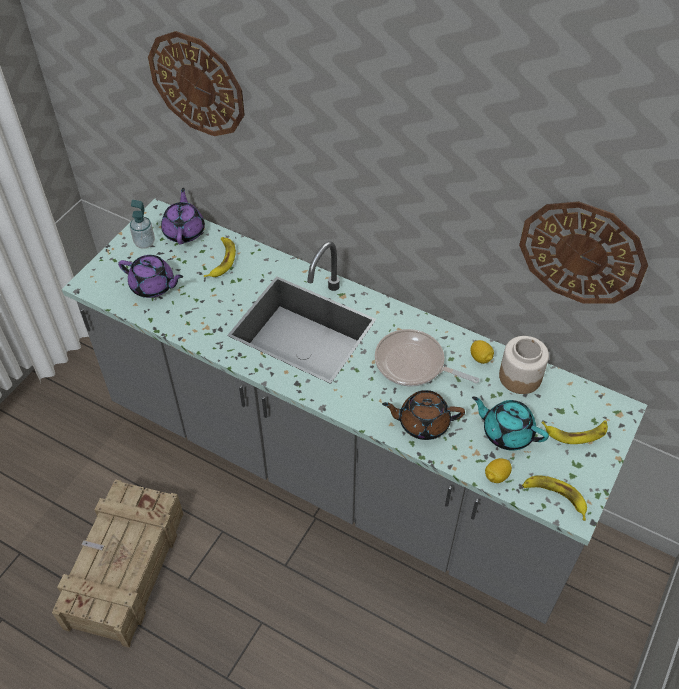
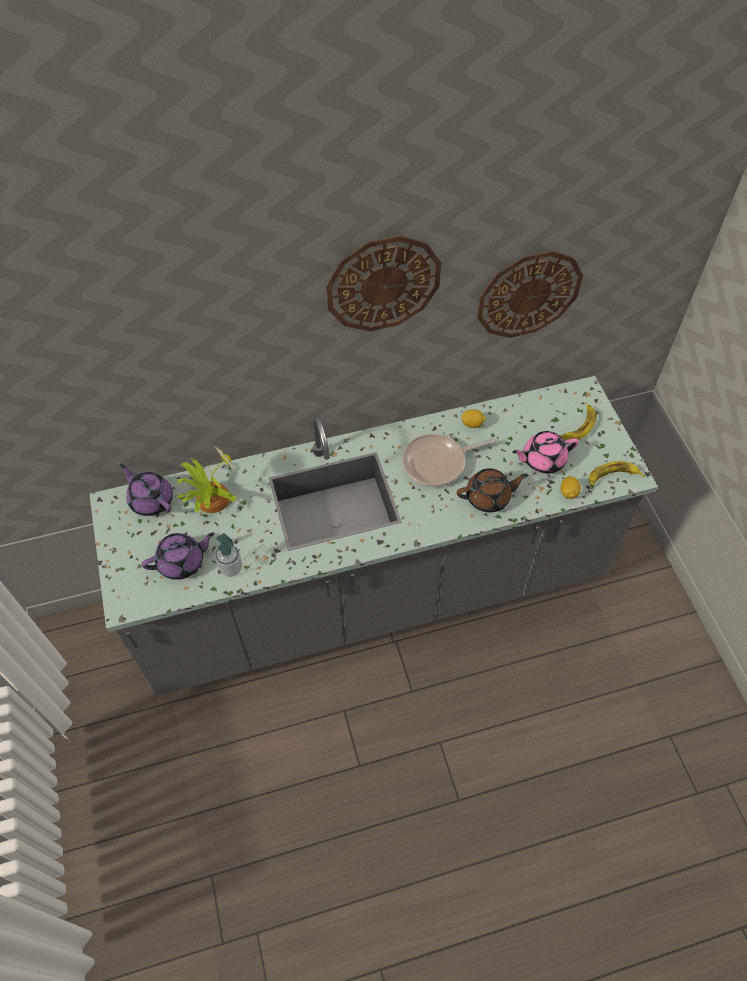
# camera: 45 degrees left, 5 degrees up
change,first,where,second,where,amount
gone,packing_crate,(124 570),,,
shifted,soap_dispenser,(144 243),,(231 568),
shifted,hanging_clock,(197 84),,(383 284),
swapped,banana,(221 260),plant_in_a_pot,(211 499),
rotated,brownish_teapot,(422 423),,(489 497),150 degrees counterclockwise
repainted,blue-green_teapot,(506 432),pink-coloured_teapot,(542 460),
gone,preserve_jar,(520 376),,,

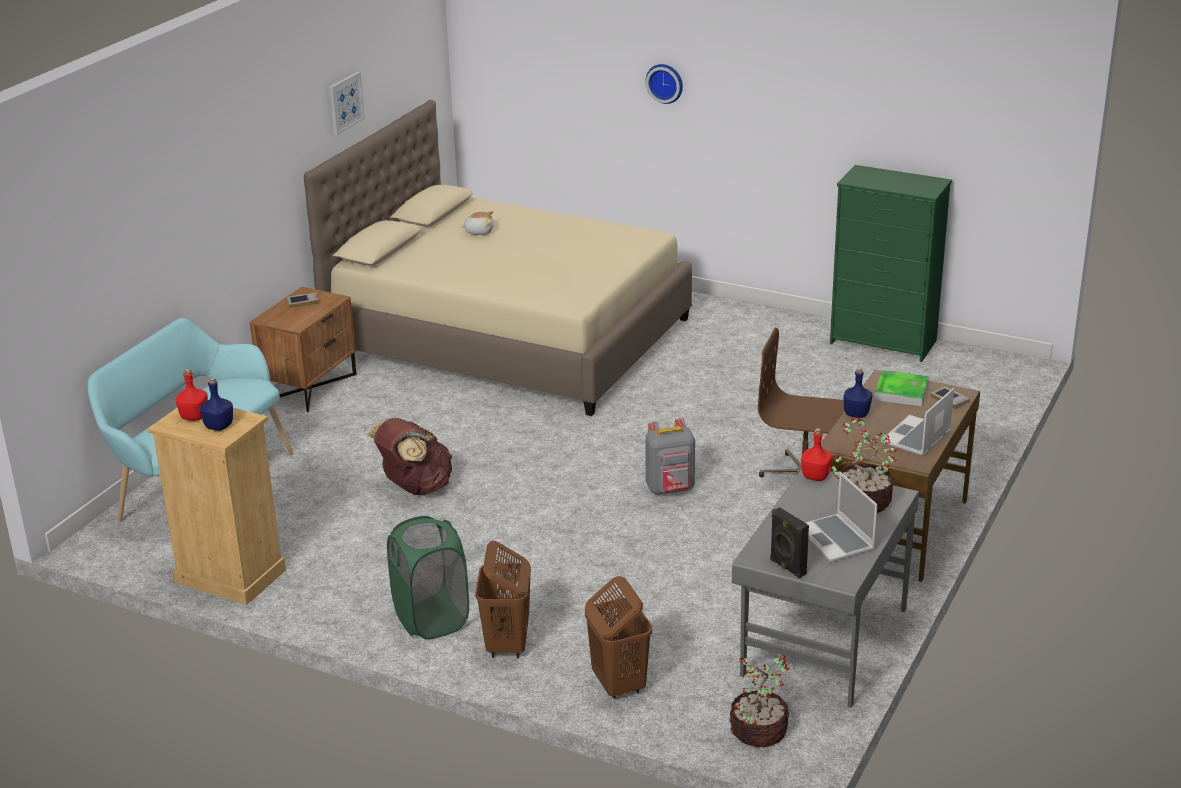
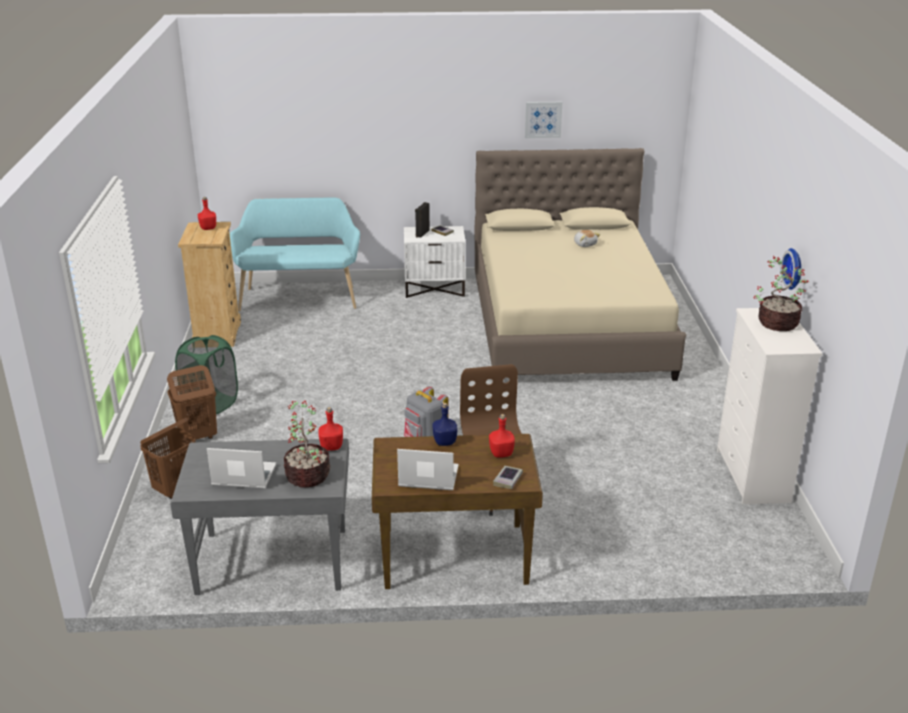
# camera: 60 degrees right, 0 degrees up
change,first,where,second,where,amount
gone,blue-coloured_drink_bottle,(219 426),,,
repainted,brownish_nightstand,(310 387),whitish_nightstand,(435 289),
gone,brownish_backpack,(415 487),,,
shifted,hanging_clock,(665 82),,(795 268),
shifted,plant_in_a_pot,(757 732),,(776 323),
shifted,black-coloured_audio_speaker,(787 567),,(422 233),
rotated,portable_computer,(836 540),,(243 476),60 degrees clockwise
repainted,greenish_chest_of_drawers,(884 342),whitish_chest_of_drawers,(752 476),
swapped,tray,(901 392),red_drink_bottle,(500 453),

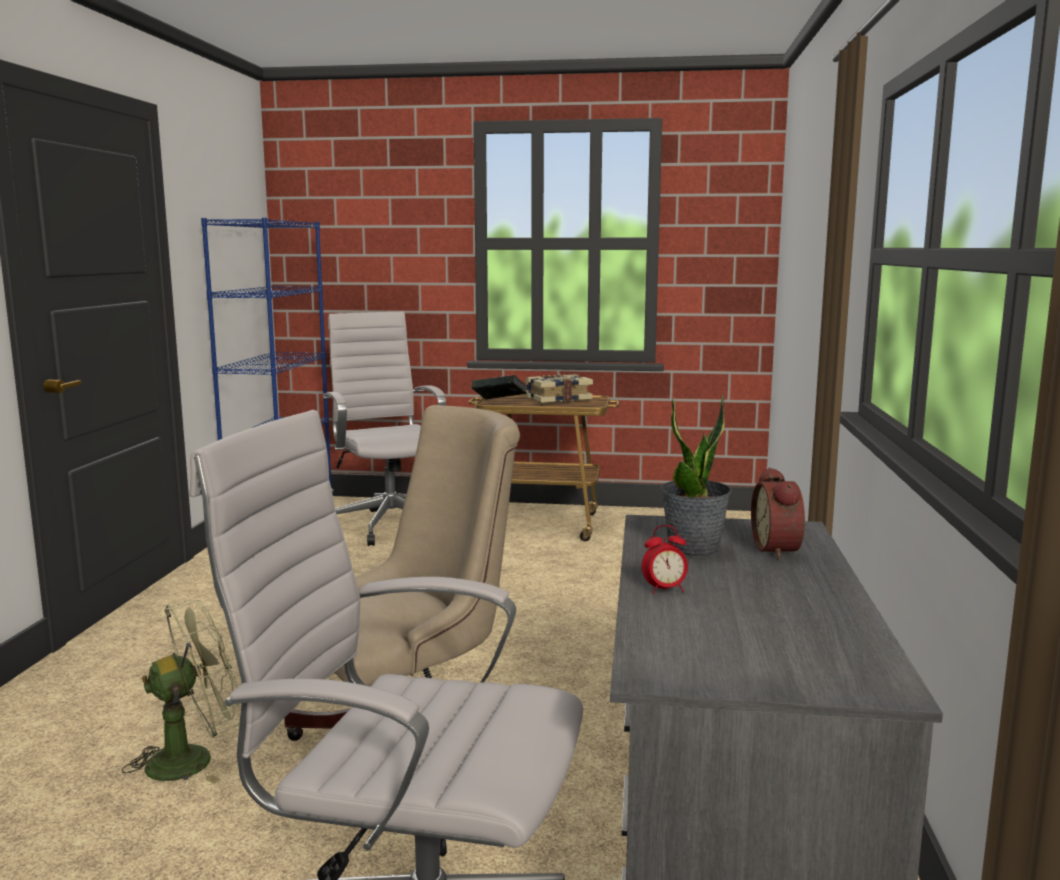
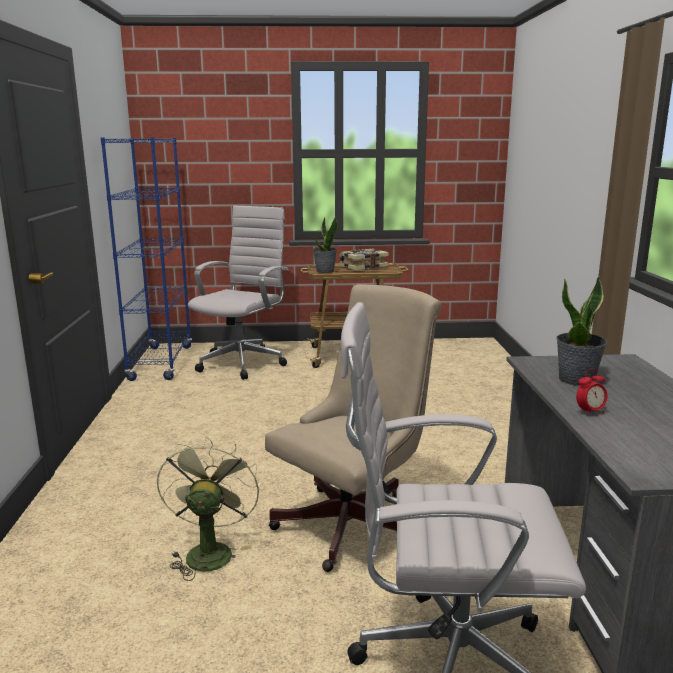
# camera: 10 degrees left, 5 degrees up
change,first,where,second,where,amount
rotated,greenish_cooling_fan,(193 758),,(209 551),45 degrees counterclockwise
rotated,whitish_computer_chair,(389 524),,(244 362),60 degrees clockwise
swapped,volume,(499 402),plant_in_a_pot,(325 271),
gone,bedside_clock,(779 549),,,

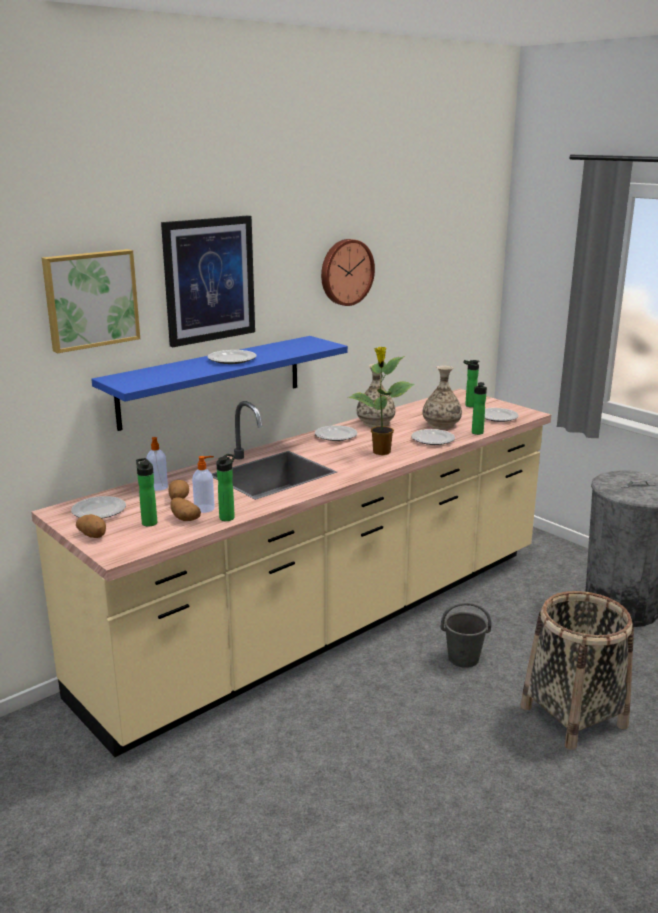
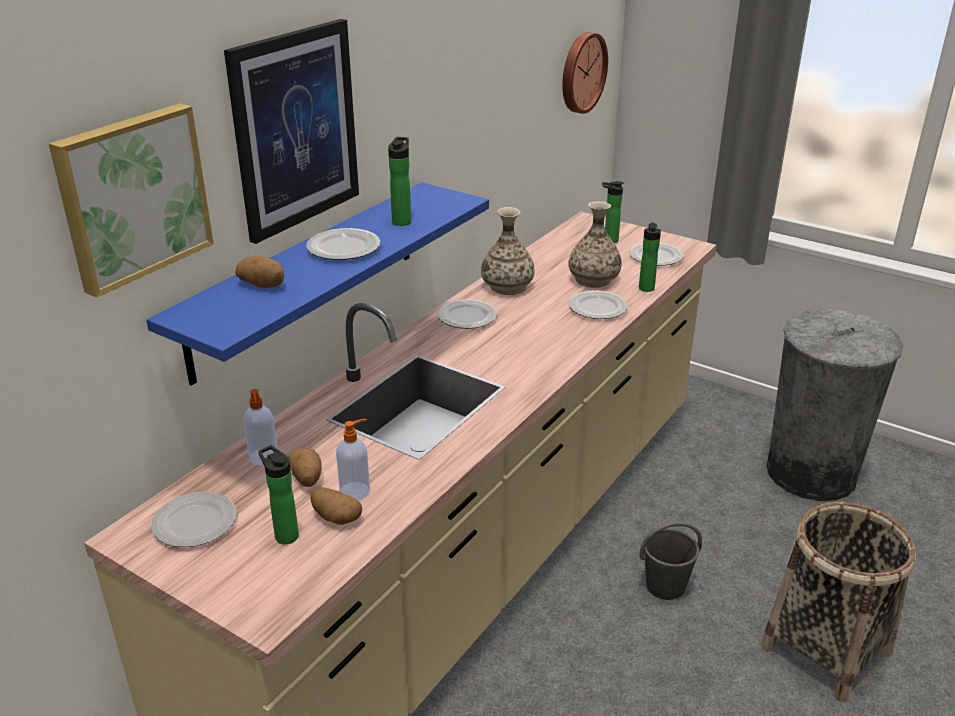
# camera: 15 degrees left, 10 degrees up
change,first,where,second,where,amount
shifted,whole_potato,(93 535),,(263 285),
shifted,drink_bottle,(228 517),,(402 221),
shifted,hanging_clock,(345 272),,(581 72),
gone,plant_in_a_pot,(381 452),,,

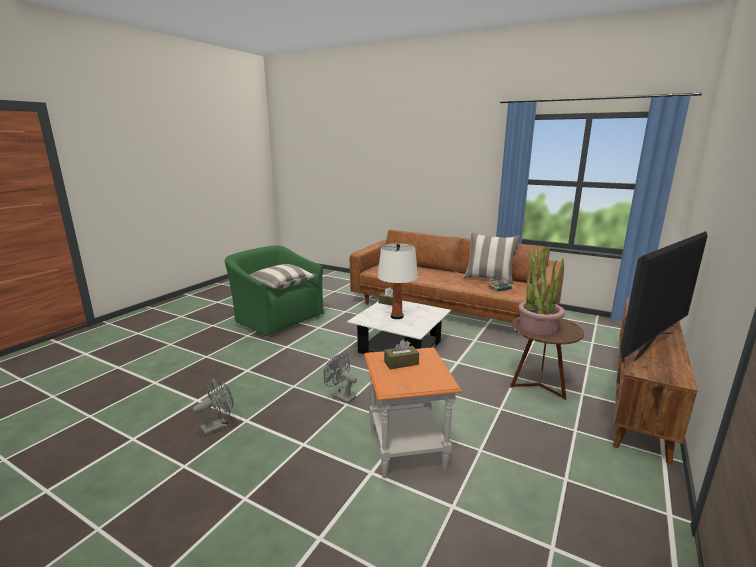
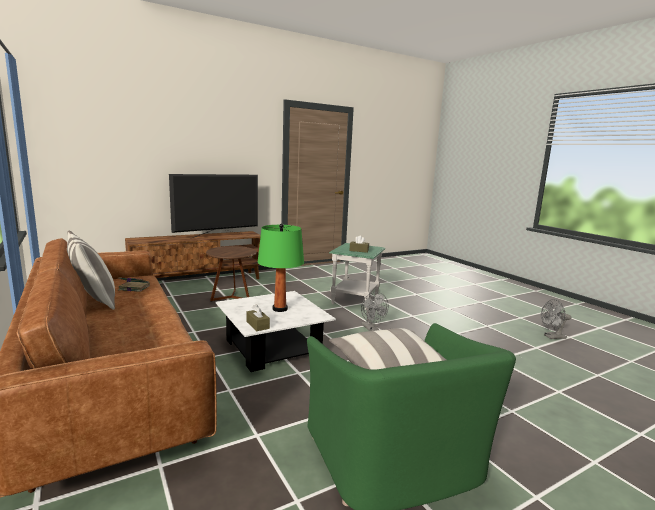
# camera: 150 degrees left, 5 degrees down
change,first,where,second,where,amount
shifted,grey_cooling_fan,(219 426),,(552 337),
repainted,orangey_end_table,(407 450),greenish_end_table,(355 300),
repainted,whitish_lamp_for_a_table,(397 316),greenish_lamp_for_a_table,(280 309),
gone,plant_in_a_pot,(538 327),,,
rotated,TV,(653 345),,(217 236),150 degrees clockwise

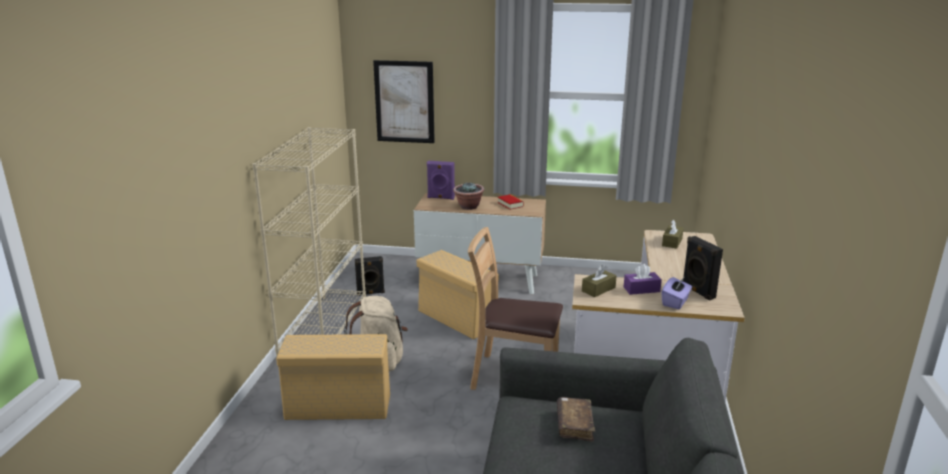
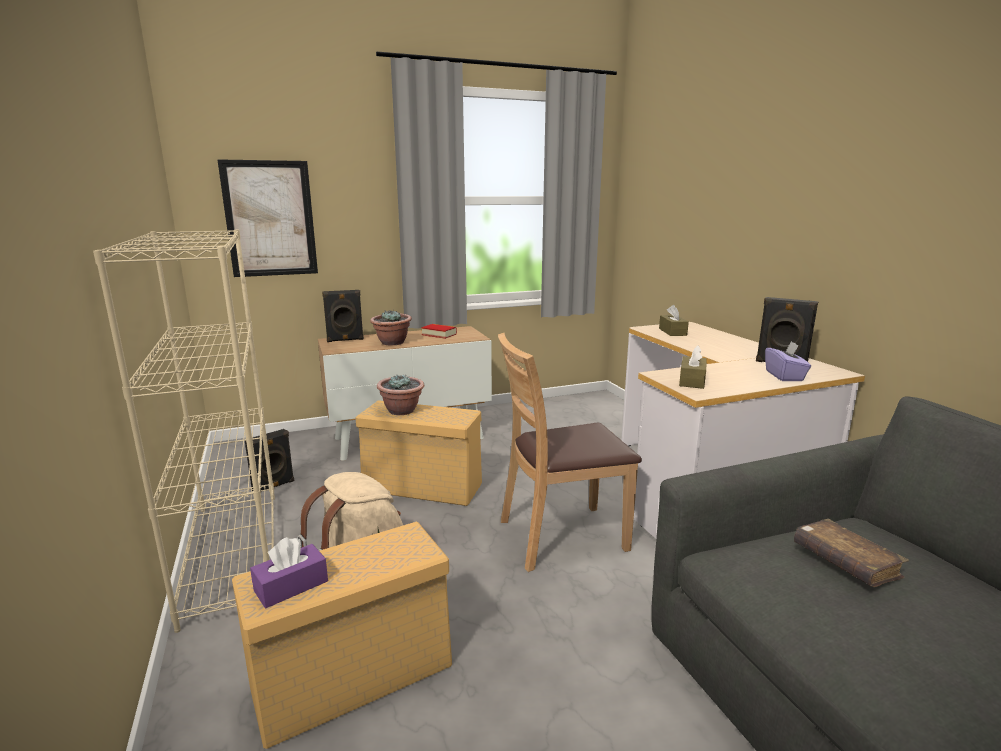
# camera: 30 degrees left, 5 degrees down
change,first,where,second,where,amount
repainted,purplish_audio_speaker,(441 198),black-coloured_audio_speaker,(345 340),
shifted,purplish_tissue_box,(641 289),,(291 586),
new,,,plant_in_a_pot,(402 411),

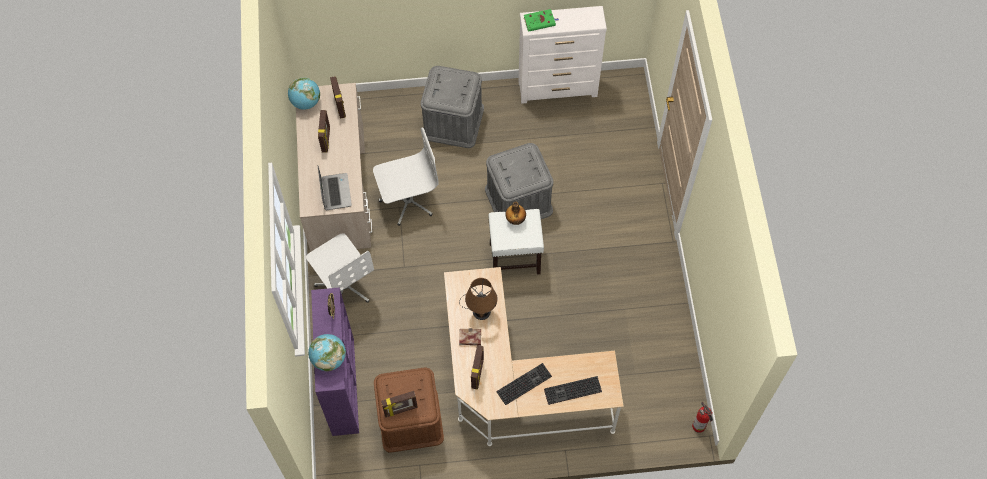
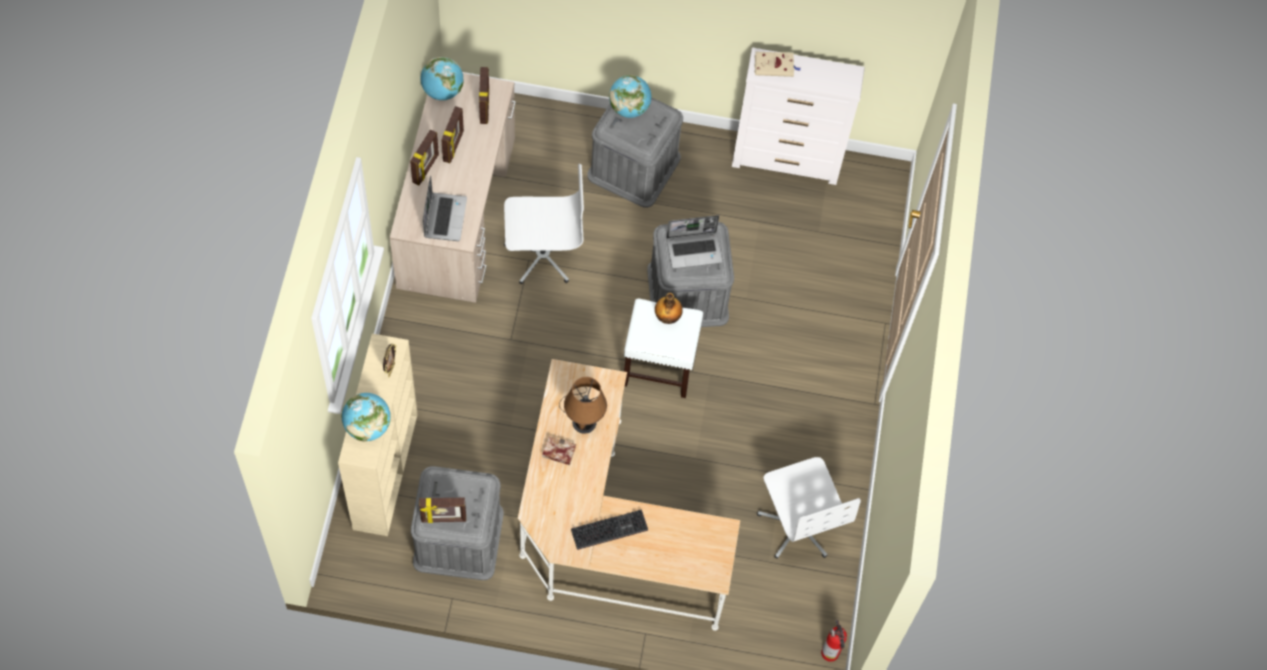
# camera: 10 degrees right, 0 degrees up
change,first,where,second,where,amount
shifted,whitish_computer_chair,(345 285),,(798 525),
repainted,purplish_shelving_unit,(343 385),beige_shelving_unit,(385 470),
repainted,brownish_storage_bin,(410 419),grey_storage_bin,(458 538),
shifted,standing_frame,(478 373),,(426 169),
repainted,greenish_volume,(540 21),beige_volume,(775 66),
gone,computer_keyboard,(572 392),,,
new,,,globe,(629 108),
new,,,portable_computer,(694 250),

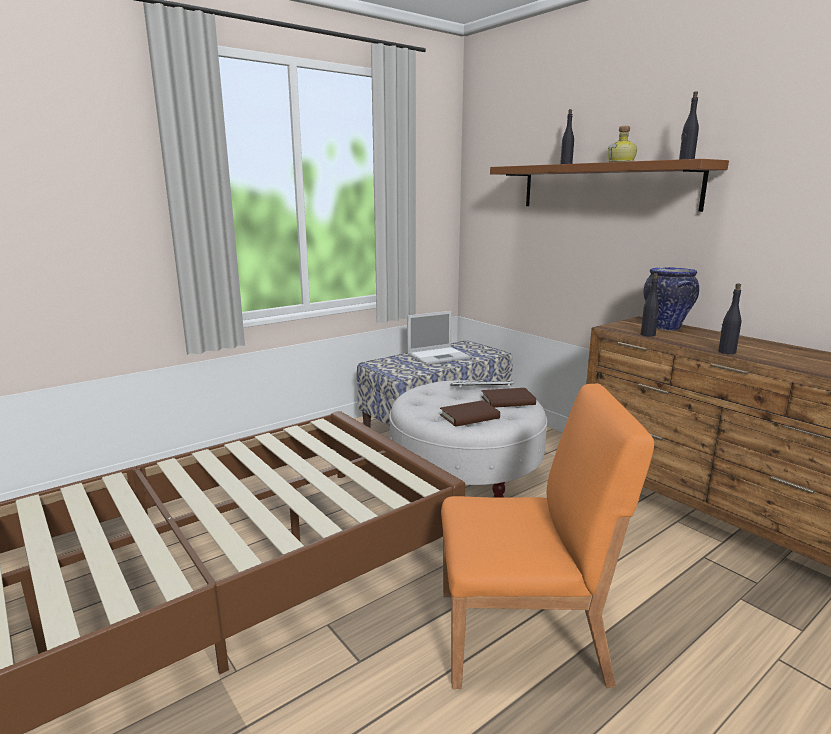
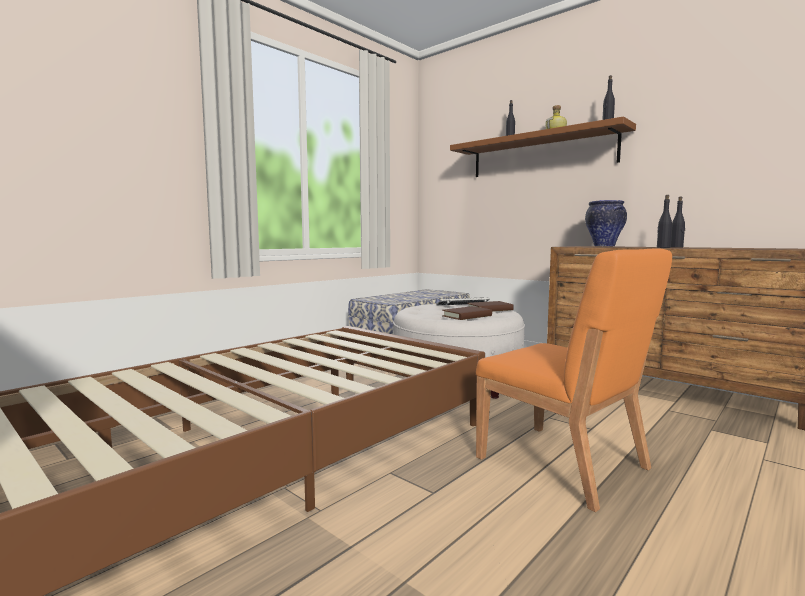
# camera: 10 degrees left, 10 degrees down
change,first,where,second,where,amount
gone,portable_computer,(439 356),,,
rotated,orangey_upright_chair,(523 635),,(563 464),60 degrees clockwise
shifted,black-coloured_drink_bottle,(648 335),,(676 247),

